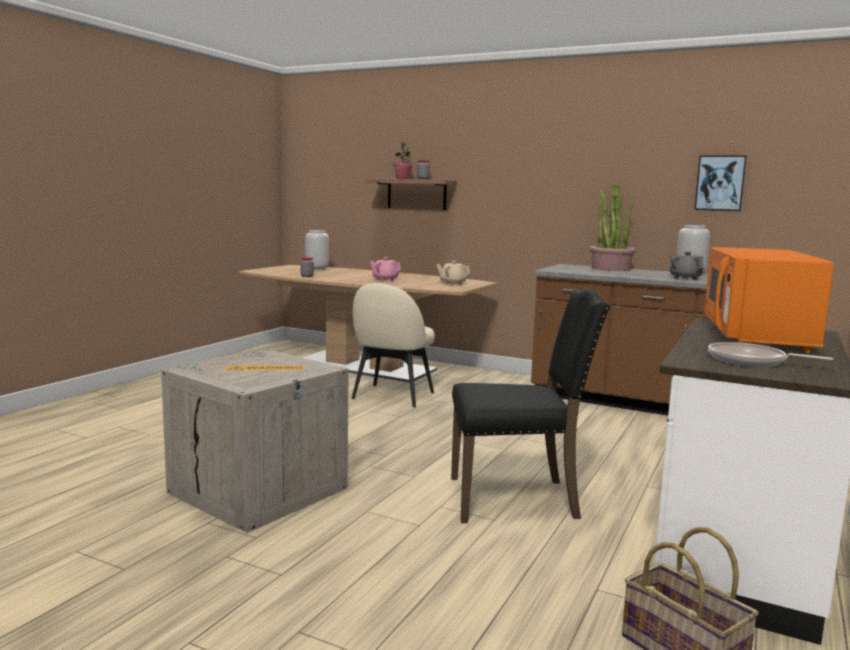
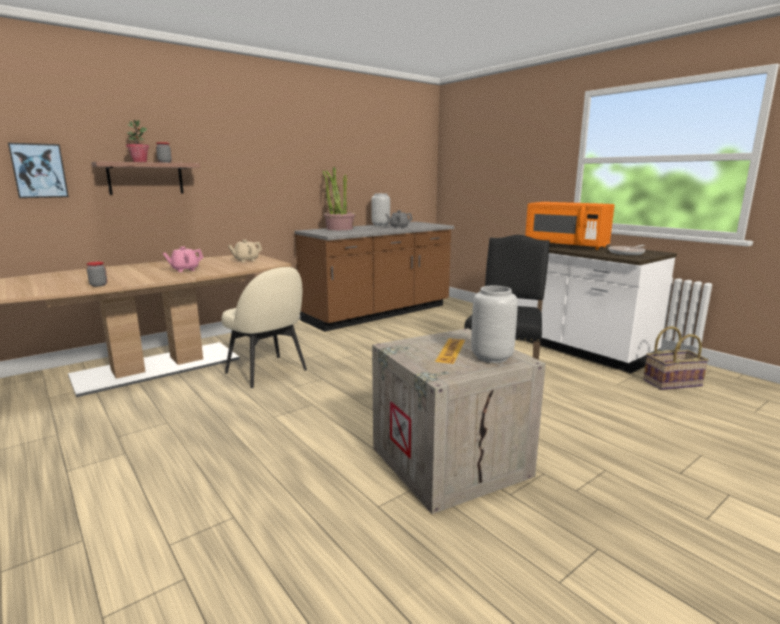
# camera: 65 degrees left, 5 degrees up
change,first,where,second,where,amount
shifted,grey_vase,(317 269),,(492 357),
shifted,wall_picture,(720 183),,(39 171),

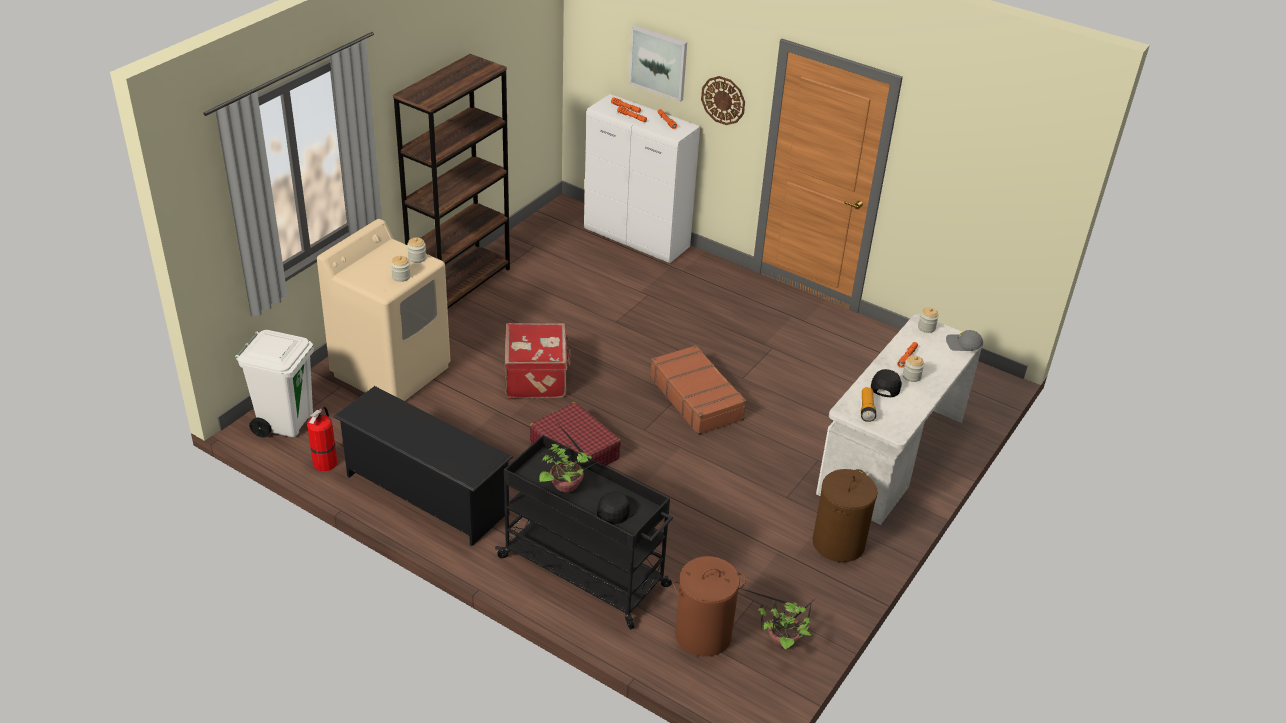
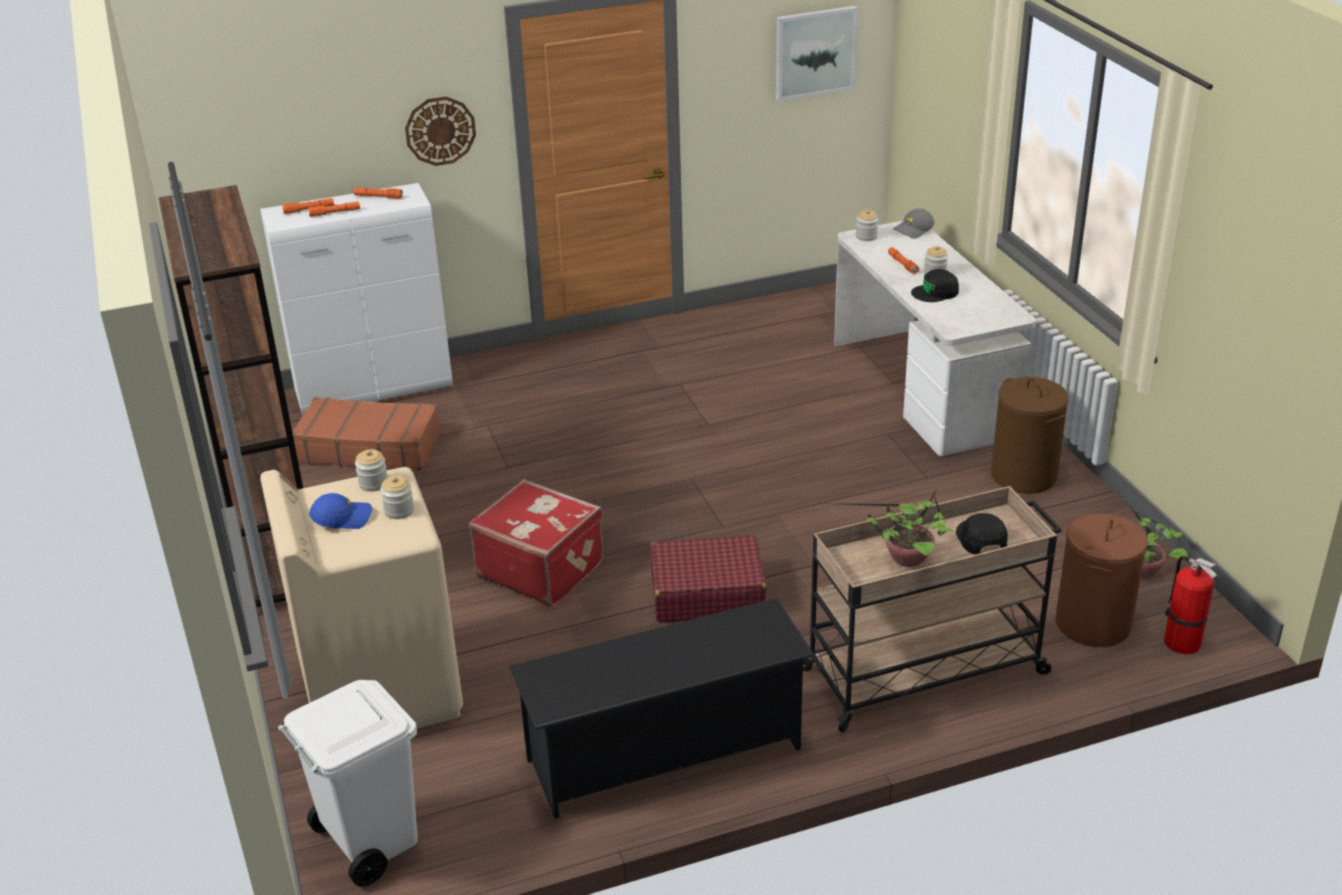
# camera: 50 degrees left, 5 degrees down
change,first,where,second,where,amount
shifted,extinguisher,(325 462),,(1180 641),
repainted,black-coloured_trolley,(585 572),beige_trolley,(926 671),
shifted,wall_picture,(658 62),,(815 52),
shifted,brownish_suitcase,(696 398),,(369 447),
gone,hand_torch,(866 409),,,
rotated,black-coloured_peaked_cap,(885 385),,(935 292),75 degrees counterclockwise
new,,,blue-coloured_peaked_cap,(342 518),

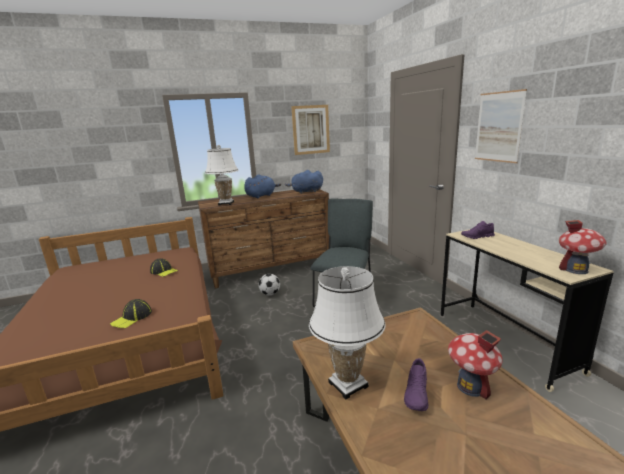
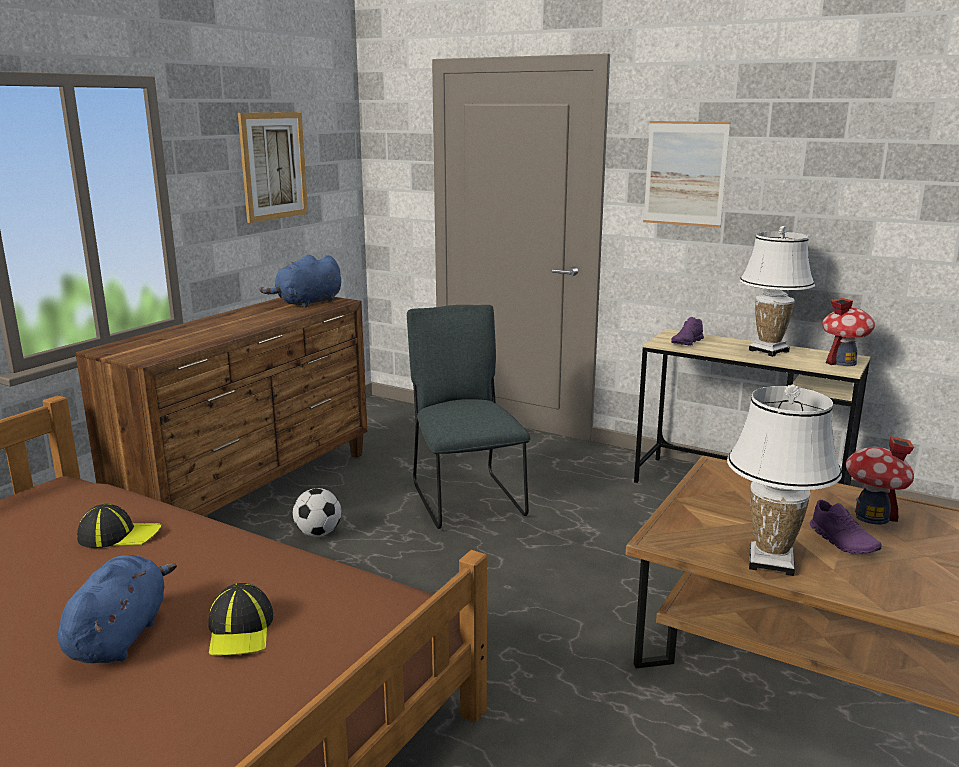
# camera: 40 degrees left, 0 degrees up
change,first,where,second,where,amount
shifted,whitish_lamp_for_a_table,(226 203),,(768 351),
shifted,blue-coloured_plush_toy,(261 196),,(120 636),

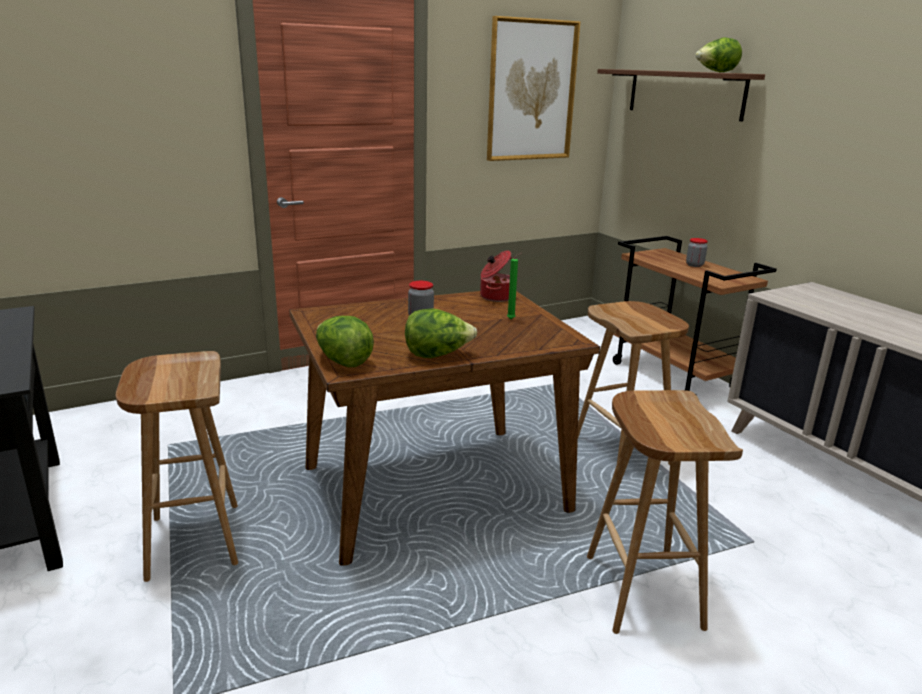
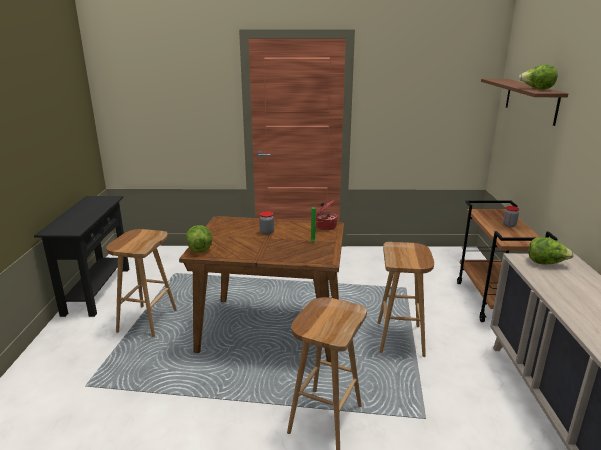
# camera: 30 degrees right, 0 degrees up
change,first,where,second,where,amount
shifted,head_of_lettuce,(437 355),,(546 263),
gone,wall_picture,(531 91),,,

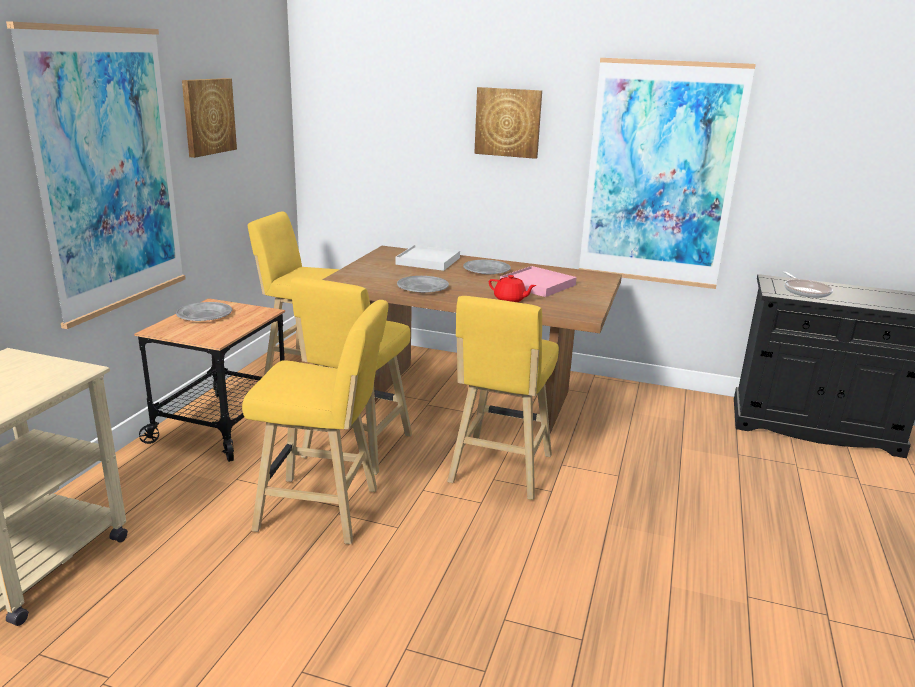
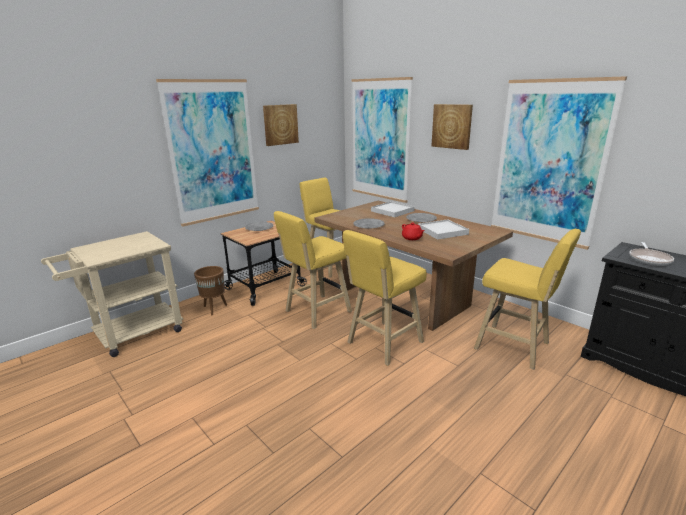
# camera: 30 degrees right, 0 degrees up
change,first,where,second,where,amount
shifted,yellow_stool,(323 511),,(515 347),
repainted,pink-coloured_tray,(537 284),whitish_tray,(442 231),
new,,,brownish_flower_pot,(214 308),
new,,,wall_picture,(380 140),

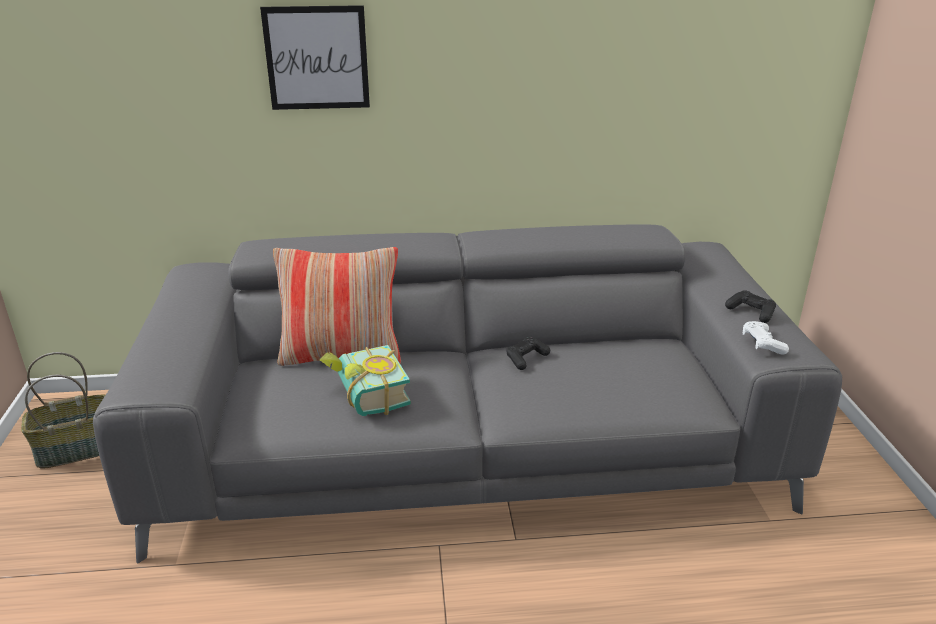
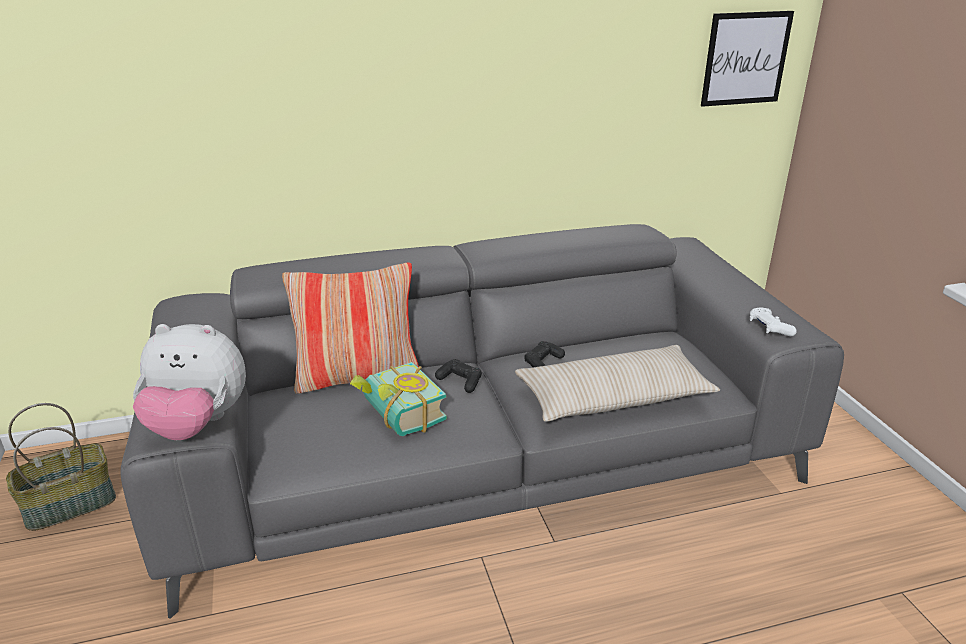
# camera: 10 degrees left, 0 degrees up
change,first,where,second,where,amount
shifted,wall_picture,(317 58),,(745 58),
shifted,black-coloured_joypad,(751 312),,(460 381),
new,,,plush_toy,(197 424),
new,,,beige_throw_pillow,(614 398),

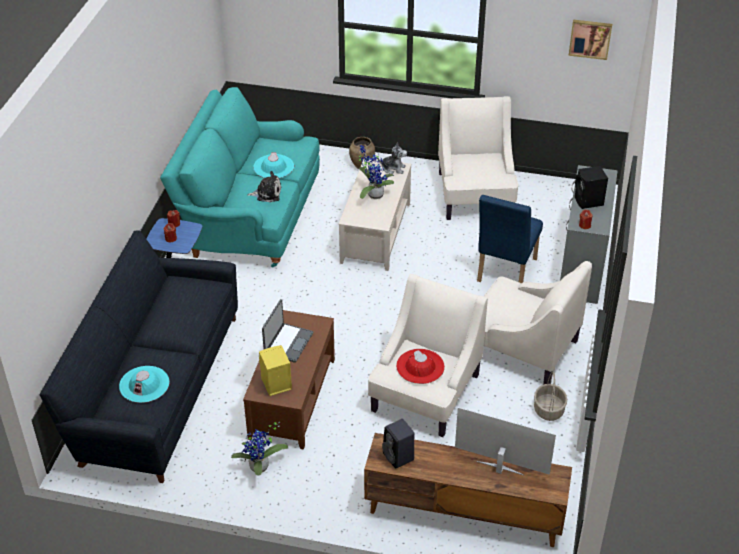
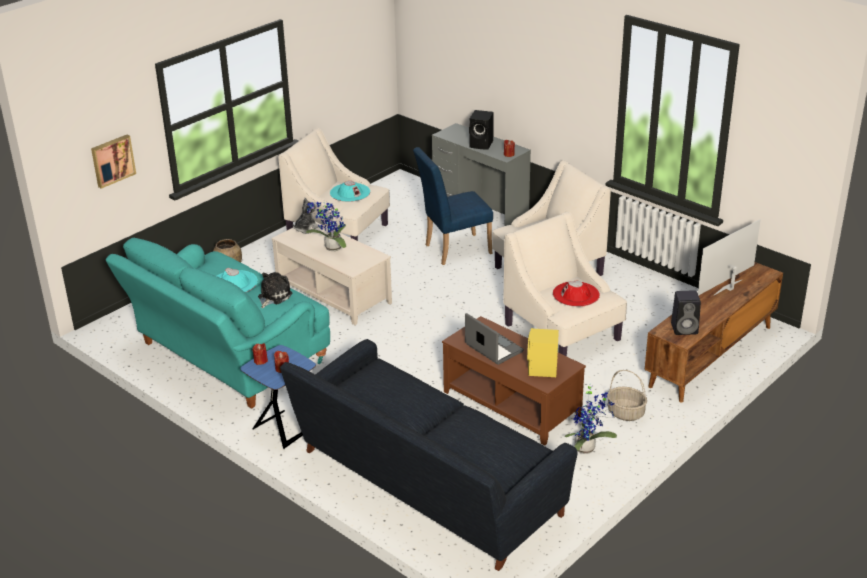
# camera: 60 degrees left, 10 degrees down
change,first,where,second,where,amount
shifted,blue-green_wearable_hat,(144 384),,(350 192),
rotated,blue-coloured_upright_chair,(504 273),,(453 250),105 degrees clockwise
shifted,household_basket,(548 409),,(625 413),
shifted,wall_picture,(590 38),,(112 160),

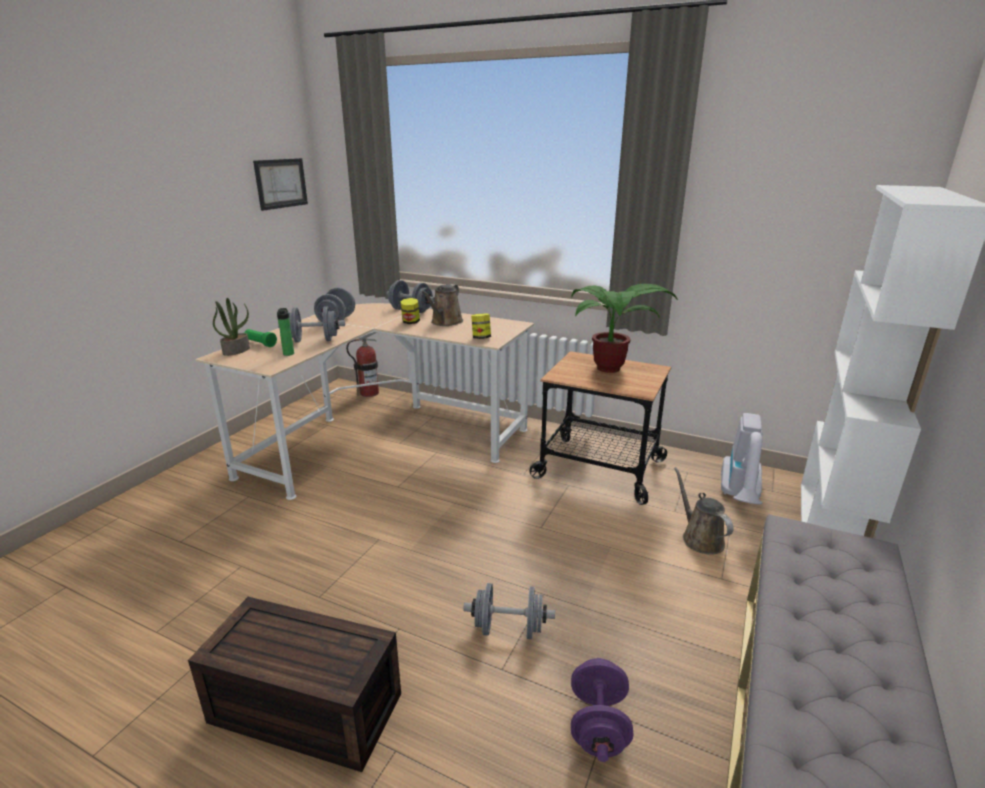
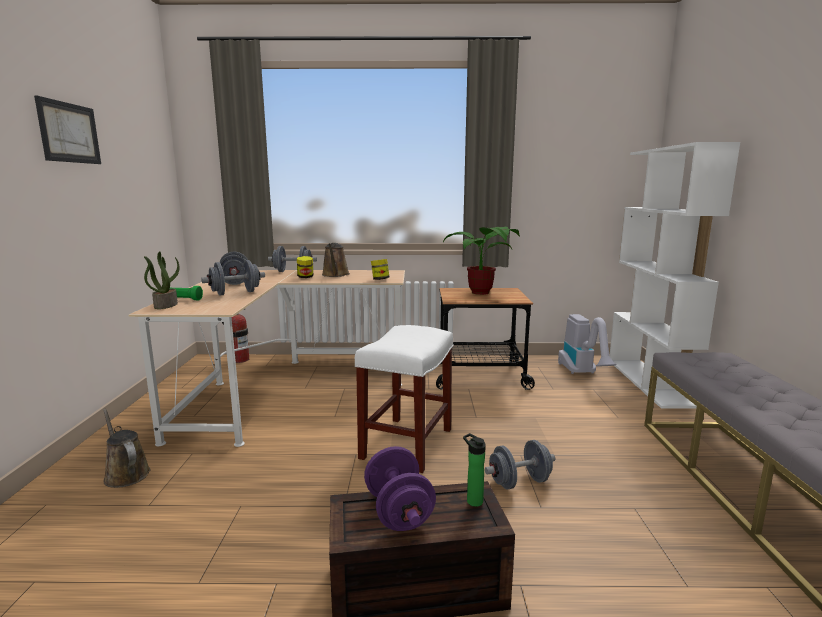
# camera: 25 degrees left, 10 degrees down
change,first,where,second,where,amount
shifted,wall_picture,(281 183),,(69 133),
shifted,drink_bottle,(288 353),,(472 500),
shifted,purplish_free_weight,(598 725),,(399 512),
shifted,brownish_watering_pot,(700 538),,(125 474),
new,,,whitish_stool,(407 444),

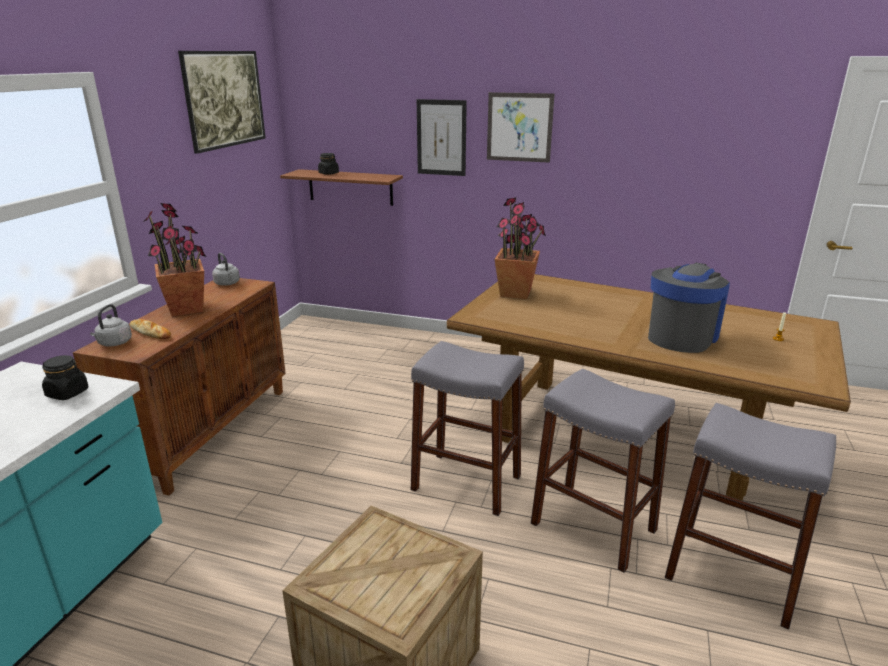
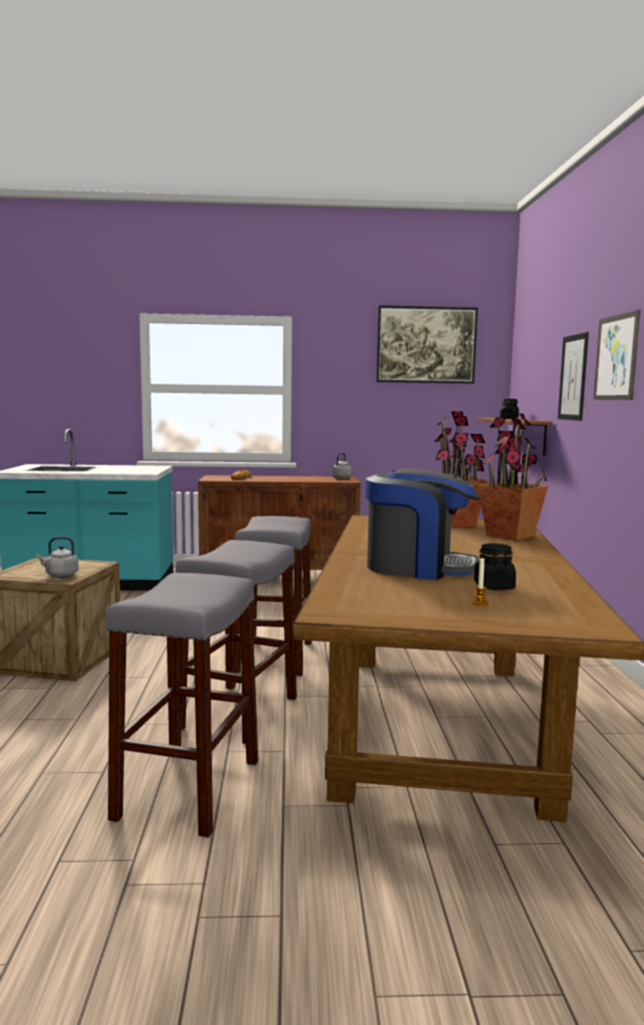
# camera: 70 degrees right, 15 degrees down
change,first,where,second,where,amount
shifted,black-coloured_preserve_jar,(67 393),,(493 587),
shifted,grey_water_kettle,(114 343),,(60 575),
shifted,plant_in_a_pot,(187 309),,(509 535),

